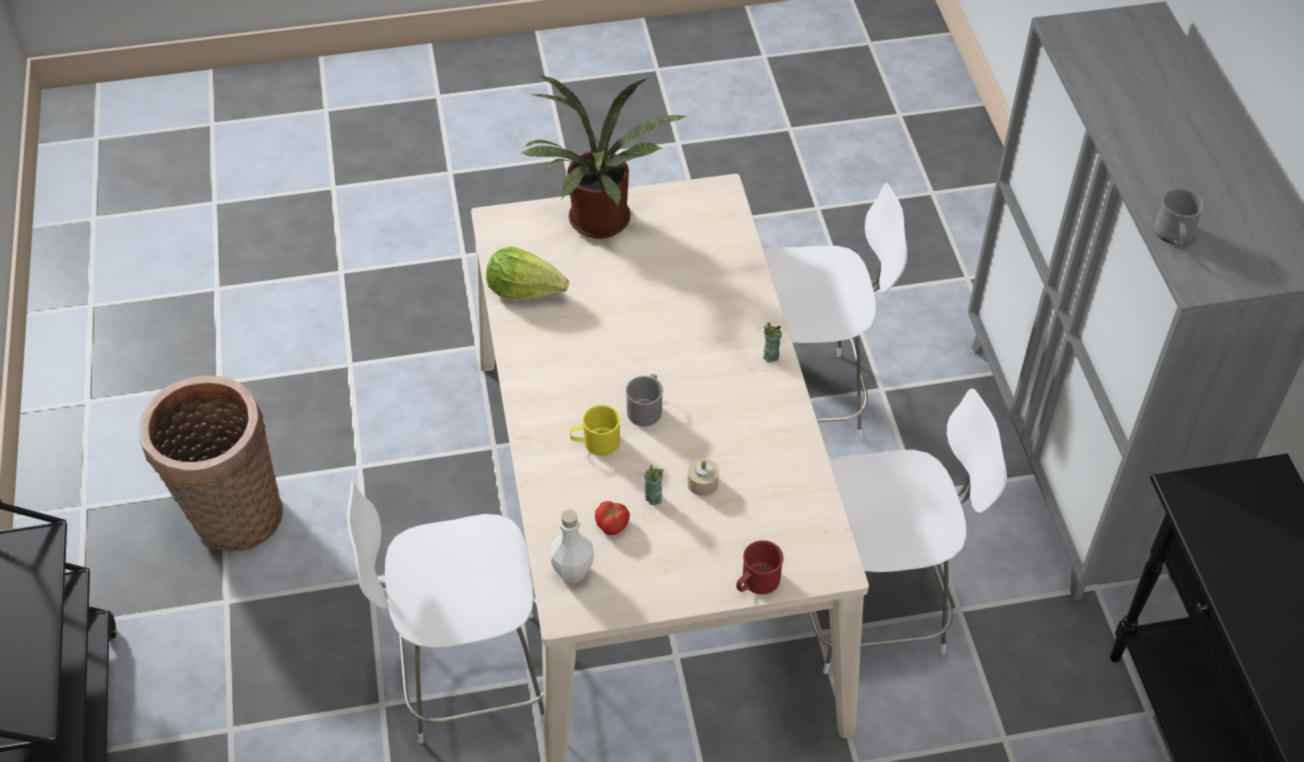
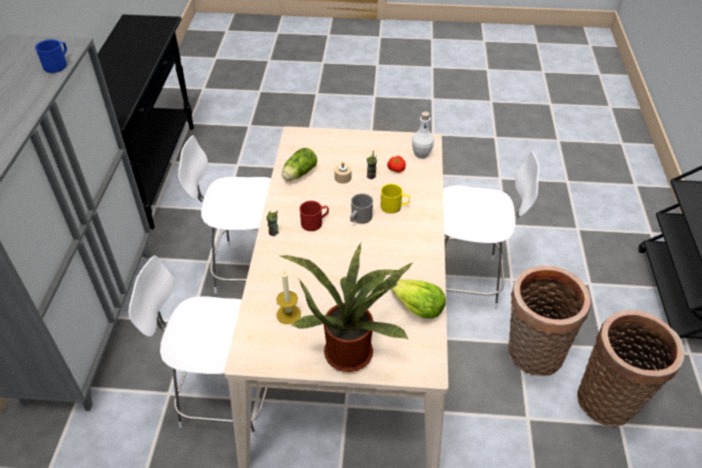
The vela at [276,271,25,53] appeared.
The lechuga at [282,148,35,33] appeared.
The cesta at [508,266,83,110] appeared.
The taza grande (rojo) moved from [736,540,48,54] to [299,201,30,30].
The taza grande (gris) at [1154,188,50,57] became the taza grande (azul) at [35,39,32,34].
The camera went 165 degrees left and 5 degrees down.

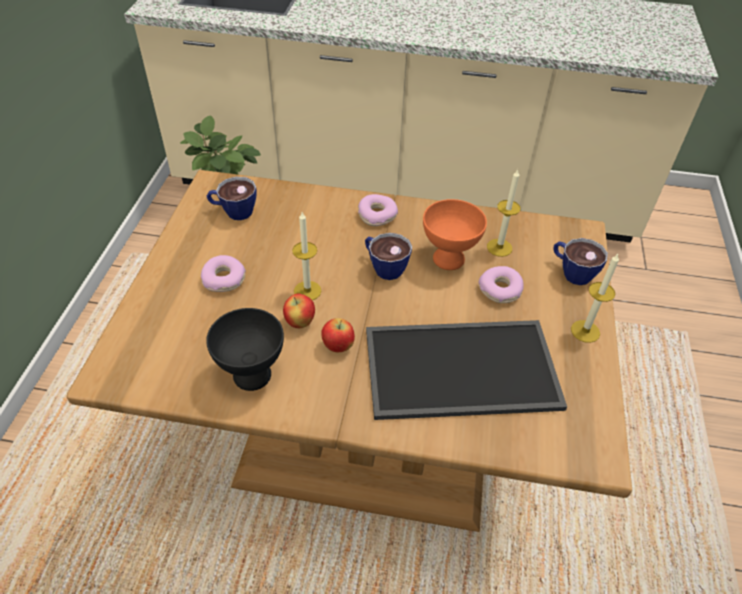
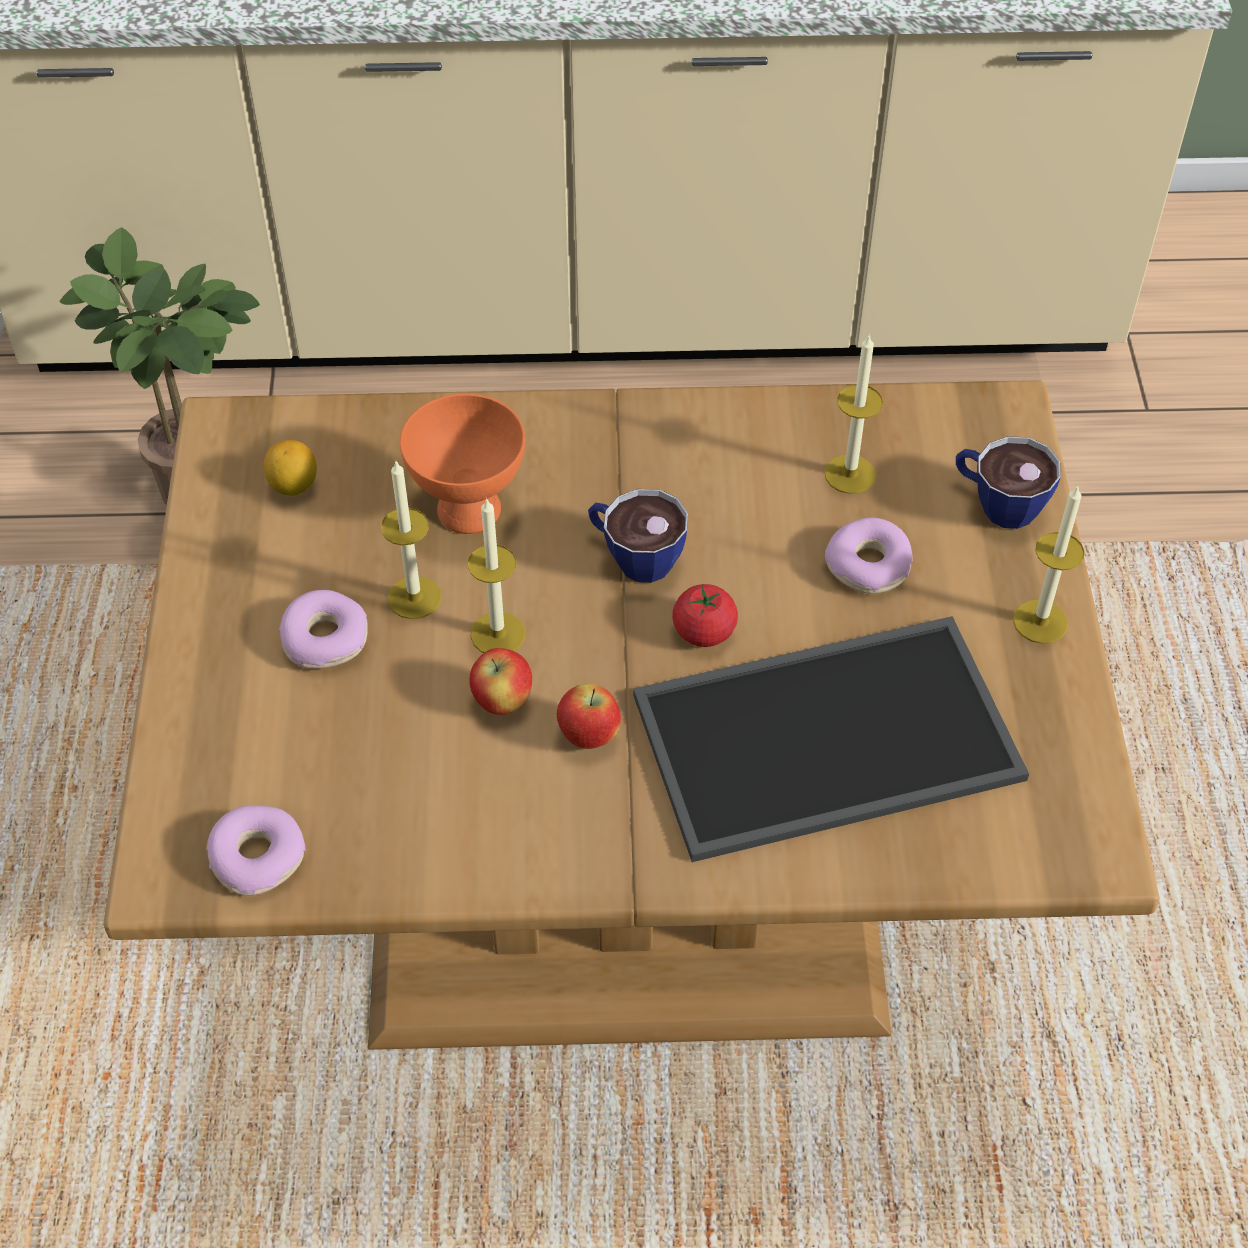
The cuenco (negro) at [206,308,78,83] disappeared.
The vela at [381,462,61,157] appeared.
The tomate at [672,584,66,63] appeared.
The rosquilla moved from [358,194,40,32] to [206,805,100,91].
The cuenco (naranja) moved from [423,199,64,71] to [400,394,125,140].
The taza at [206,177,51,43] was replaced by the limón at [264,440,53,56].
The camera went 10 degrees left and 5 degrees up.

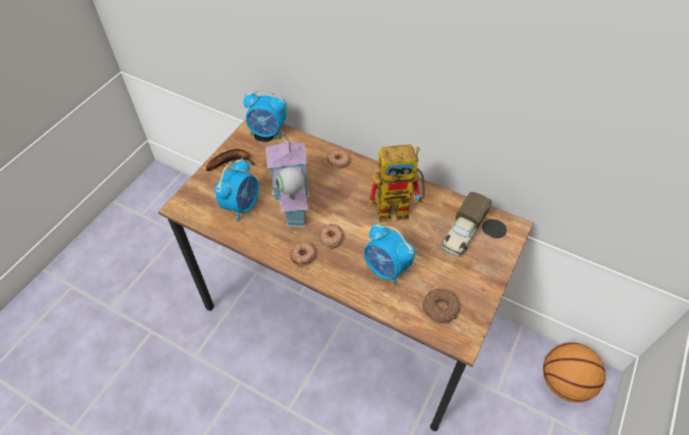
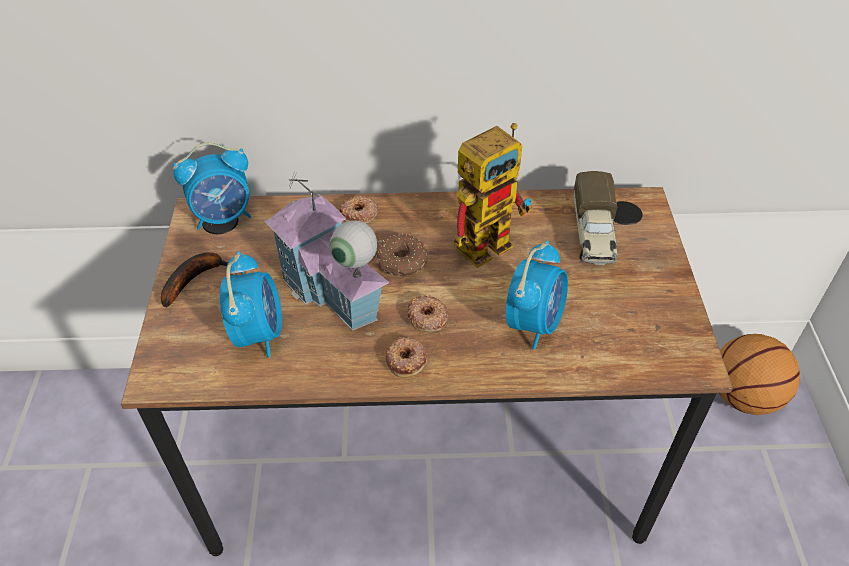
The rosquilla moved from [422,288,38,35] to [376,234,51,43].
The despertador at [364,223,51,62] turned 75 degrees counterclockwise.
The camera went 30 degrees left and 5 degrees down.

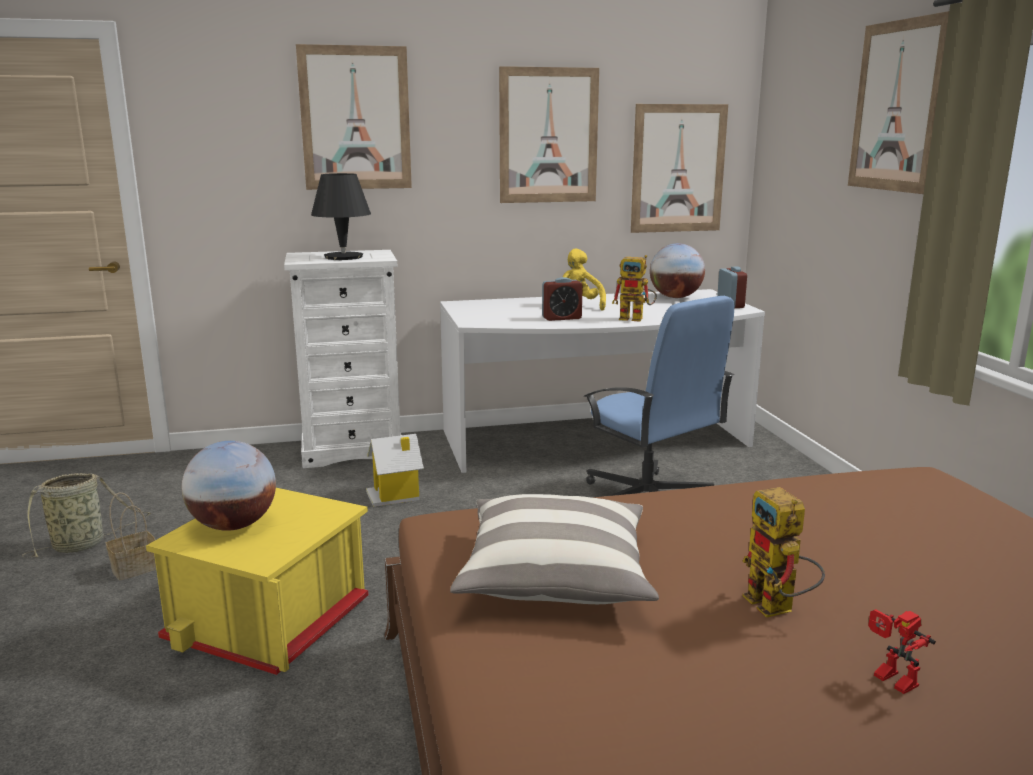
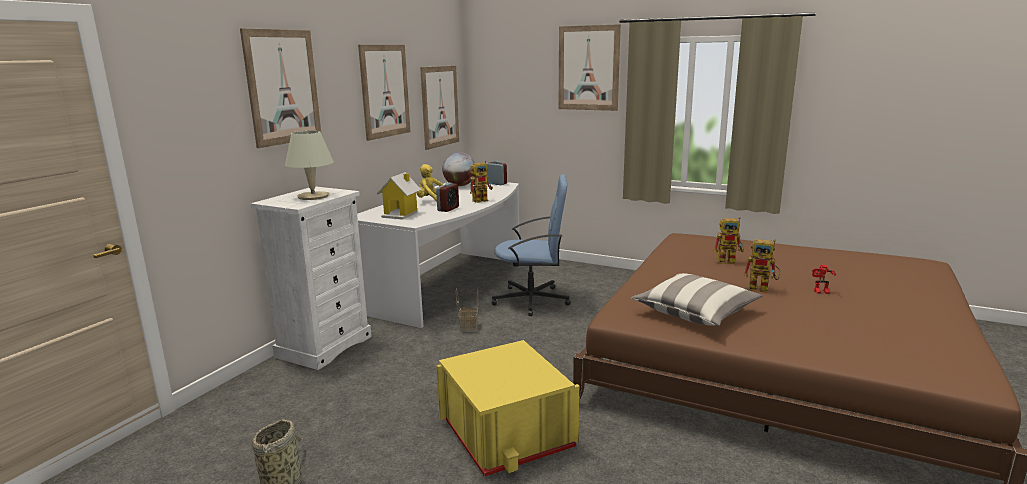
The globo terráqueo at [182,441,94,90] disappeared.
The robot de juguete at [713,217,31,47] appeared.
The cesta moved from [106,492,50,88] to [456,288,22,44].
The casita moved from [366,434,58,73] to [377,172,44,48].
The lámpara de mesa (negro) at [311,173,60,87] became the lámpara de mesa (beis) at [285,131,49,69].
The camera went 50 degrees left and 0 degrees up.

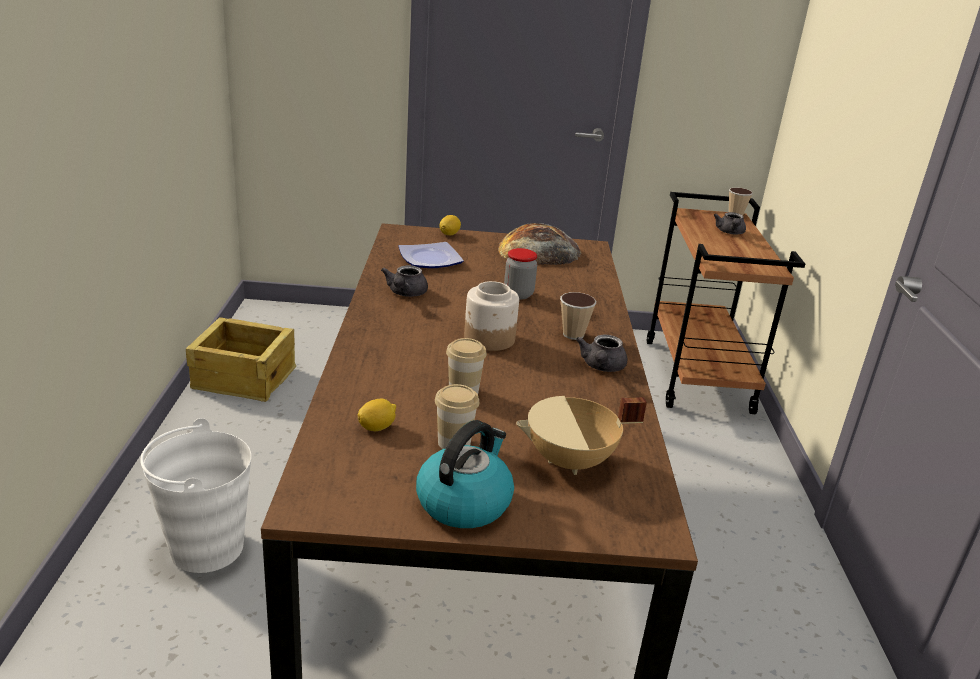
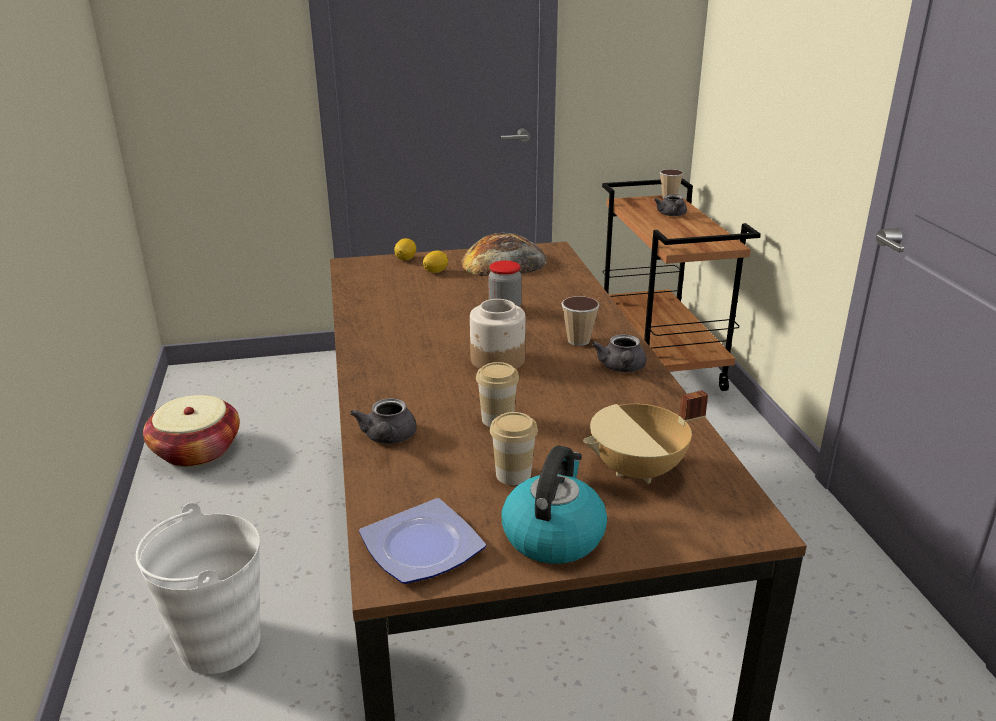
The limón moved from [358,399,38,32] to [423,251,25,22].
The tetera (gris) moved from [381,265,47,32] to [350,398,67,46].
The plato moved from [398,242,66,26] to [359,498,127,86].
The caja de embalaje at [186,317,110,85] was replaced by the cesta at [143,395,97,72].
The camera went 10 degrees left and 0 degrees up.

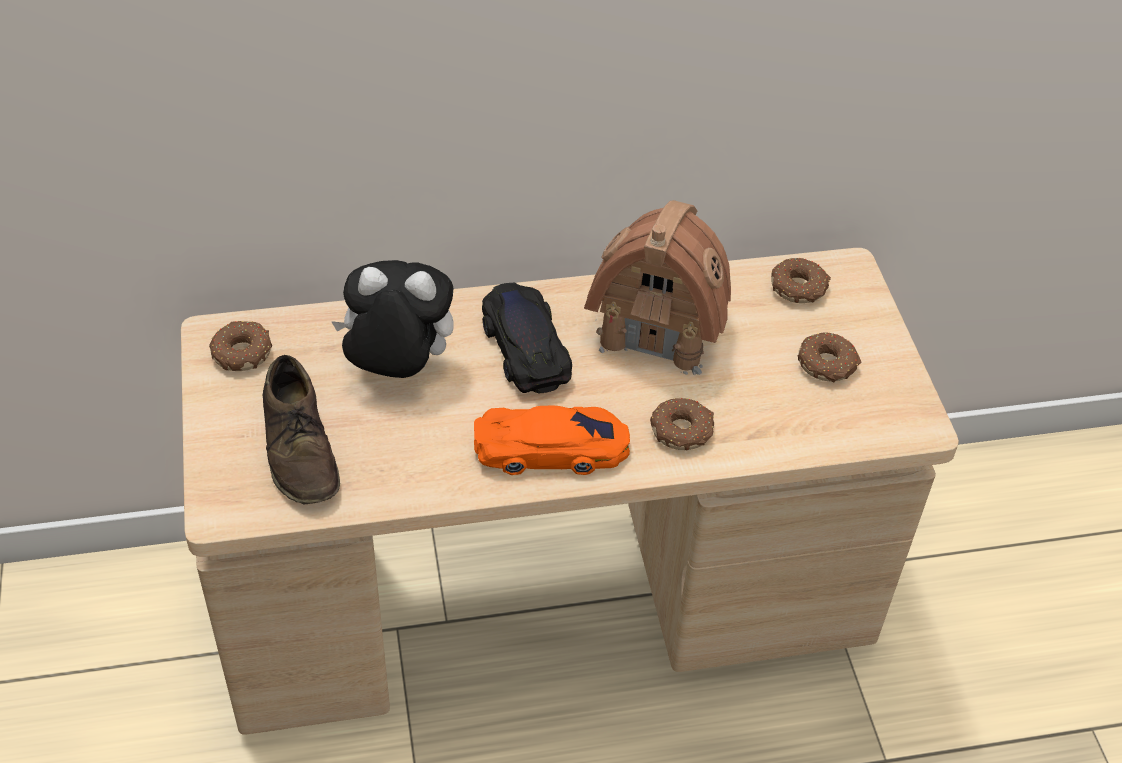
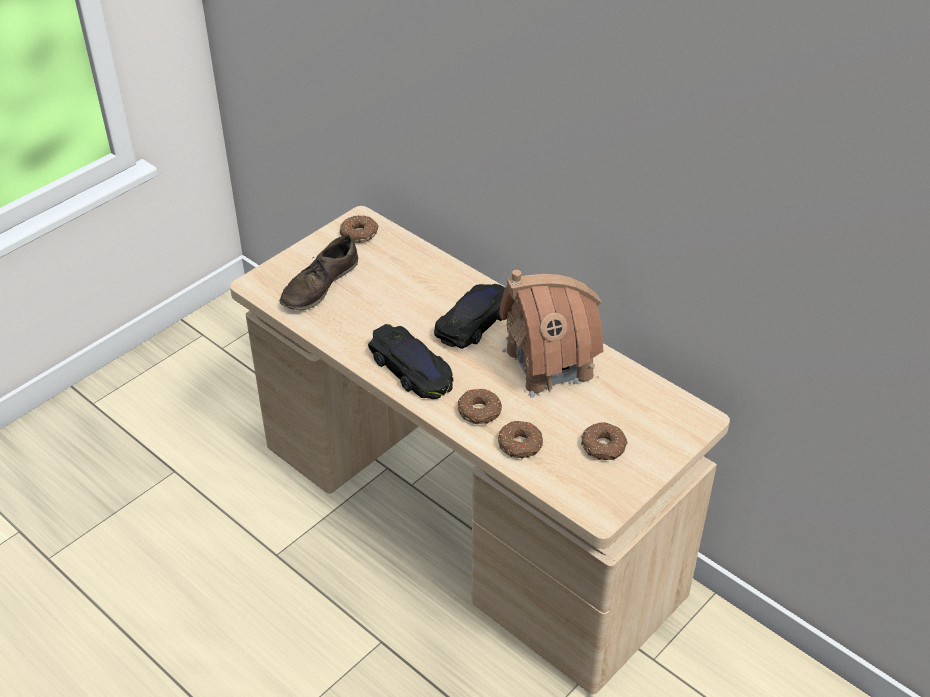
The peluche at [331,260,123,118] disappeared.
The rosquilla moved from [771,258,60,45] to [498,421,45,38].
The coche de juguete (naranja) at [474,406,156,69] became the coche de juguete (negro) at [368,324,85,75].
The camera went 55 degrees right and 5 degrees down.

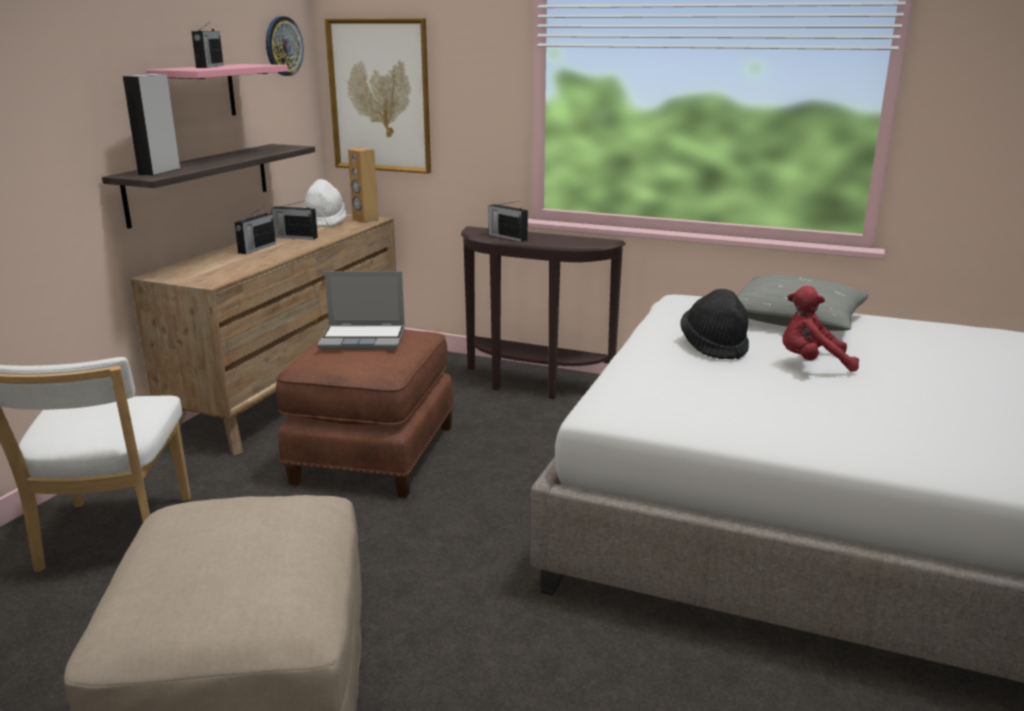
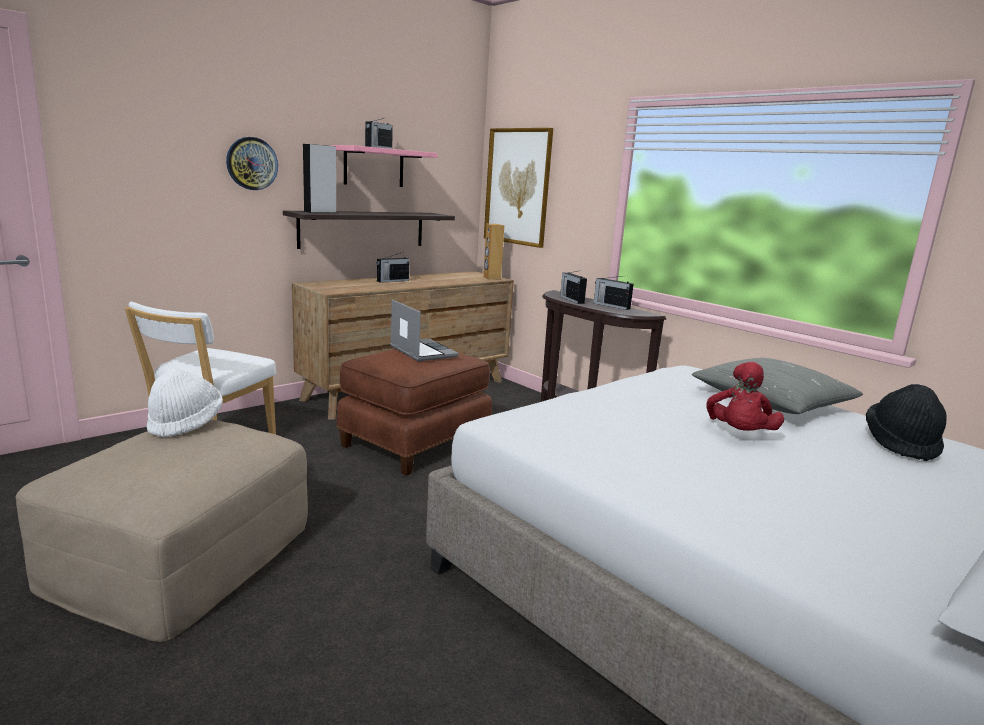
The reloj de pared moved from [266,16,38,60] to [226,137,52,53].
The radio moved from [271,201,47,39] to [594,276,40,34].
The sombrero (blanco) moved from [304,179,42,48] to [147,368,76,70].
The sombrero (negro) moved from [680,289,69,70] to [866,384,81,77].
The portátil at [317,271,88,79] turned 150 degrees counterclockwise.
The peluche (rojo) at [783,286,76,86] turned 105 degrees counterclockwise.
The camera went 25 degrees right and 5 degrees down.

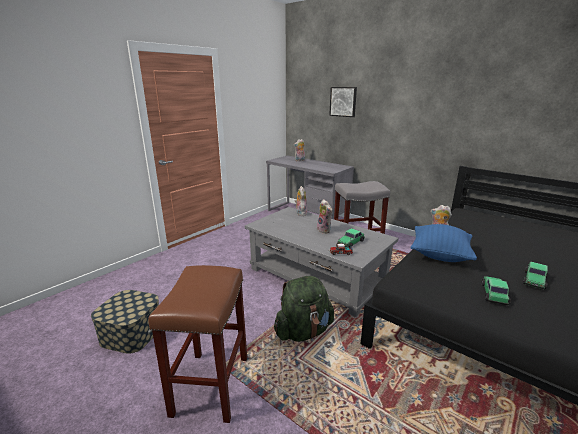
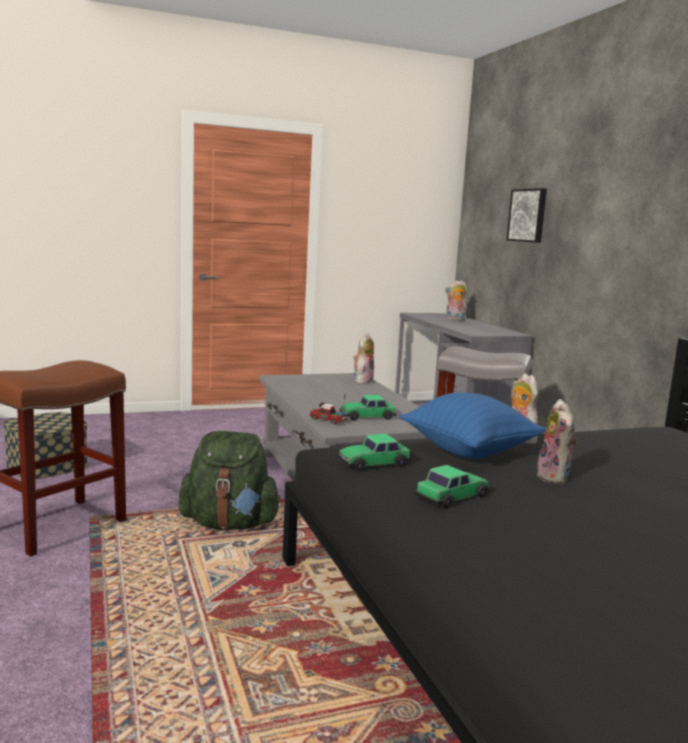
The peluche moved from [317,199,15,34] to [537,399,41,85].
The coche de juguete moved from [523,262,25,27] to [338,434,73,36].
The camera went 30 degrees right and 10 degrees down.

